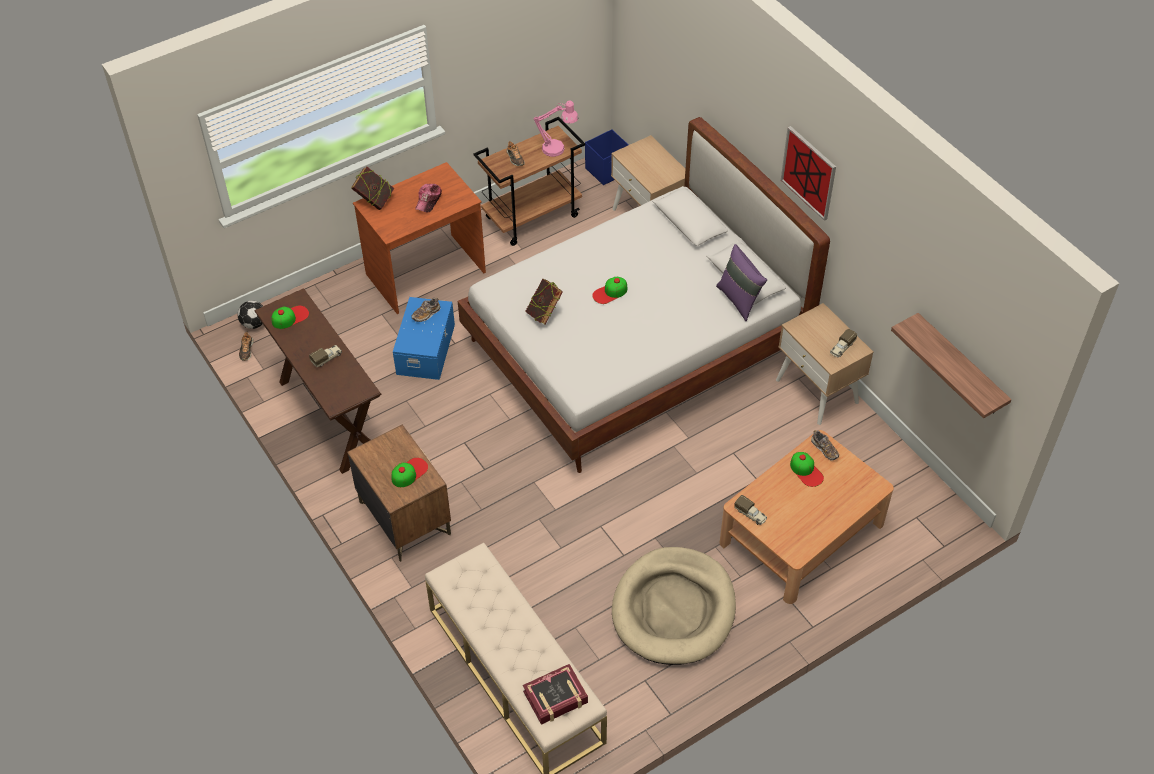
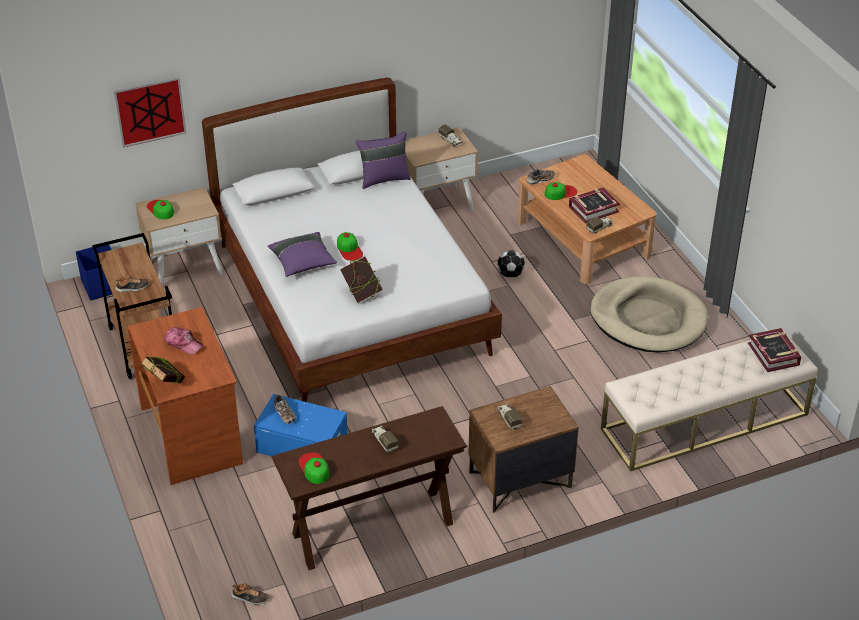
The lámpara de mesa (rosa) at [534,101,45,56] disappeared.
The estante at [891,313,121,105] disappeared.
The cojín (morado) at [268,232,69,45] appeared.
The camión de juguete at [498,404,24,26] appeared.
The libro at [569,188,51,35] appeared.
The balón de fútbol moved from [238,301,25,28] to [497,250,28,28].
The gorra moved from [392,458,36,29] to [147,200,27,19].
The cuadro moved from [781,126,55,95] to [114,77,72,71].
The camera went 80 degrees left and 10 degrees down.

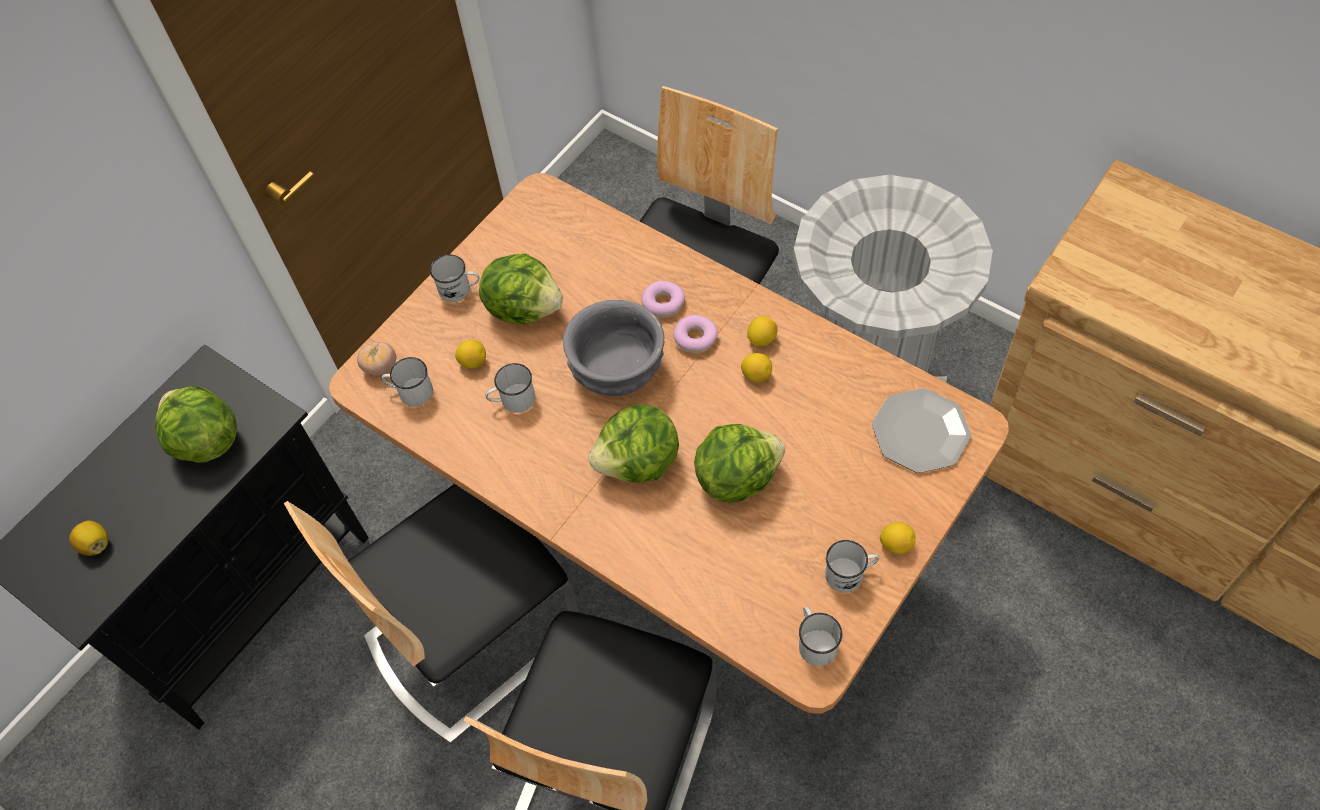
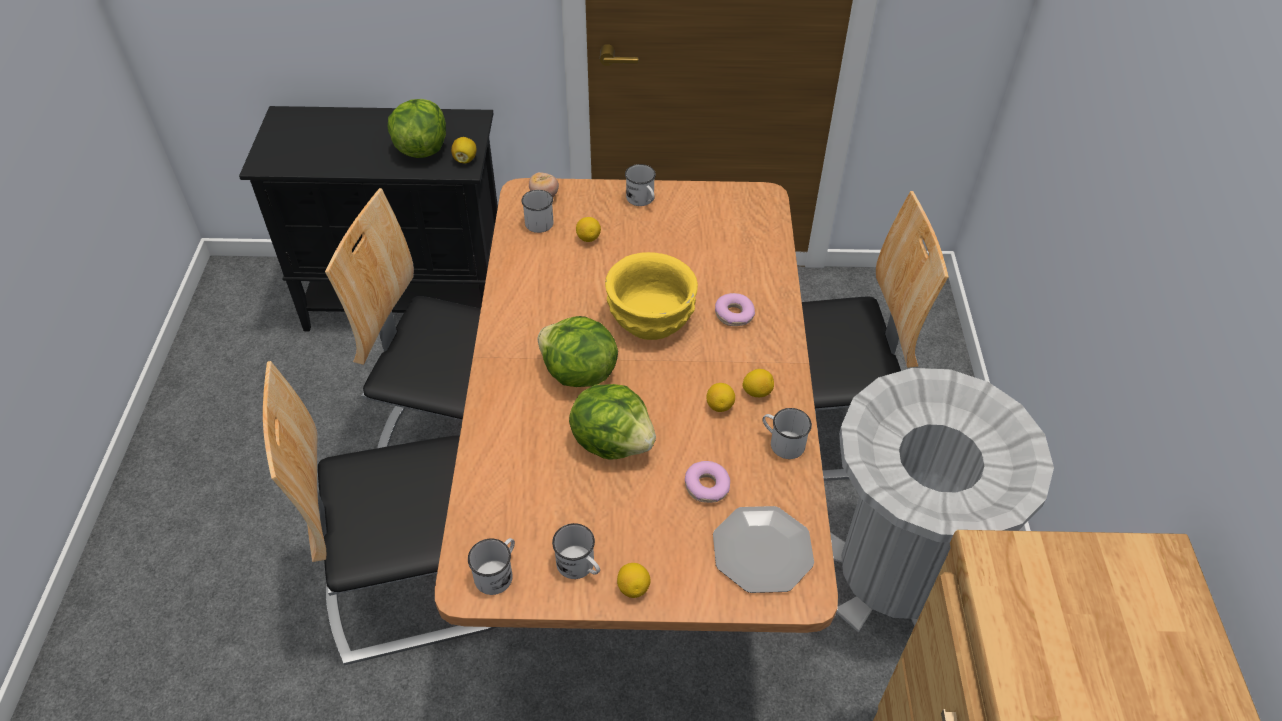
The lechuga at [479,254,84,71] disappeared.
The limón moved from [69,521,39,35] to [451,137,26,26].
The taza grande (blanco) moved from [485,363,50,50] to [762,408,50,51].
The rosquilla moved from [673,315,45,38] to [685,461,45,42].
The cuenco (gris) at [563,300,101,96] became the cuenco (amarillo) at [605,252,93,88].
The camera went 50 degrees right and 10 degrees down.

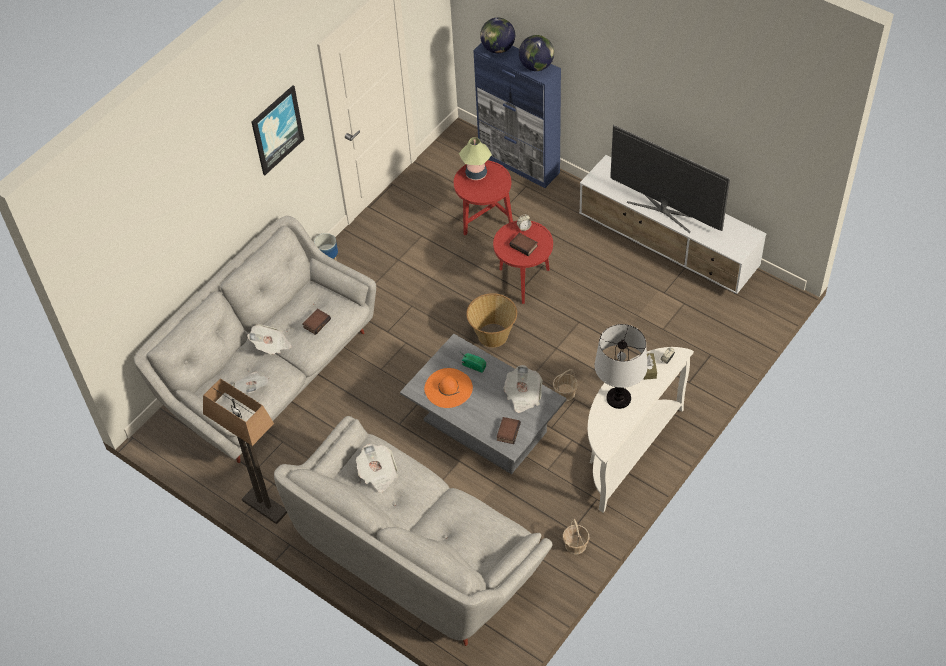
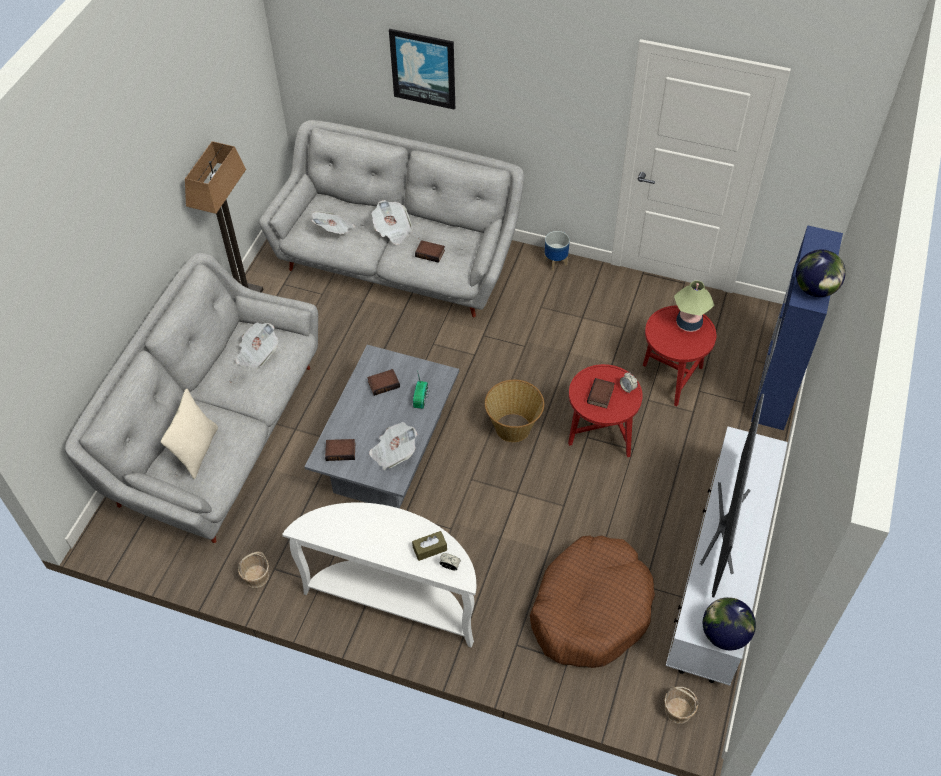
The lámpara de mesa at [594,324,54,85] disappeared.
The cojín (beis) at [161,388,57,91] appeared.
The cama para perro (marrón) at [530,535,125,133] appeared.
The cuadro moved from [252,85,52,90] to [389,29,66,81].
The globo terráqueo moved from [480,18,35,35] to [703,597,53,53].
The cesta moved from [553,369,25,32] to [664,686,34,38].
The sombrero (naranja) at [424,368,49,40] was replaced by the libro at [367,369,33,27].
The camera went 70 degrees right and 0 degrees up.

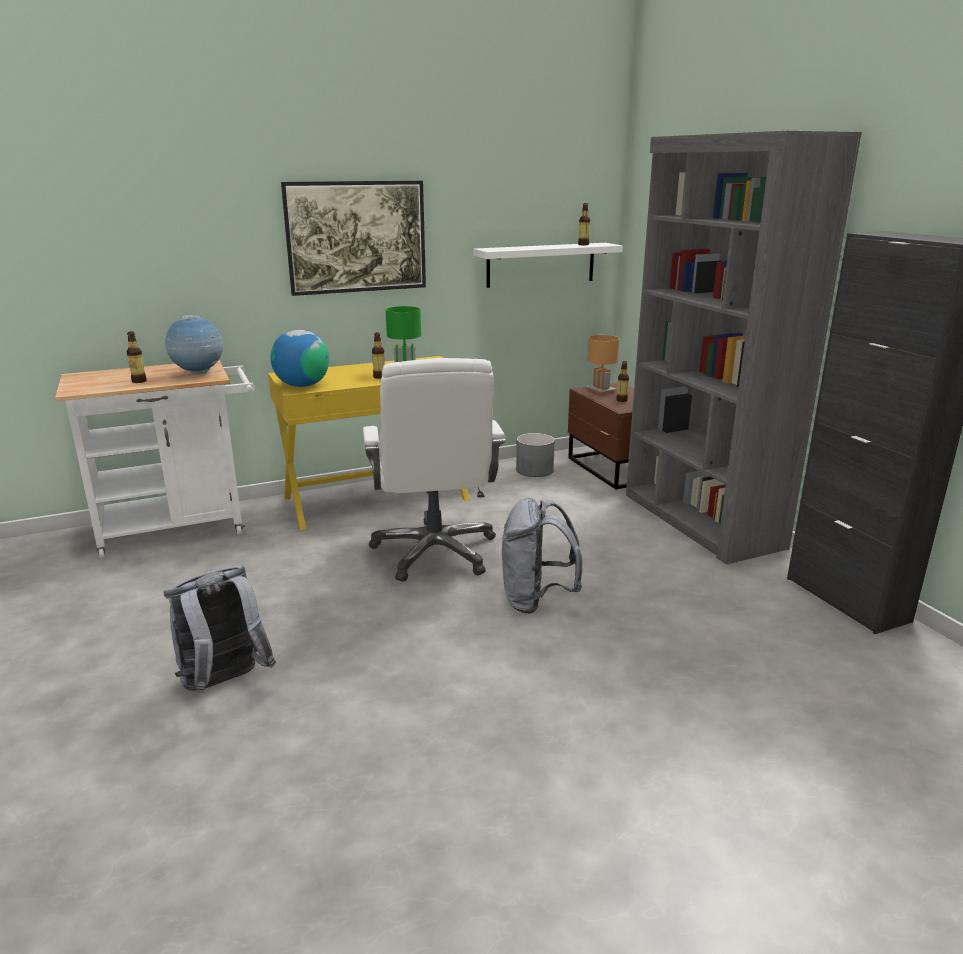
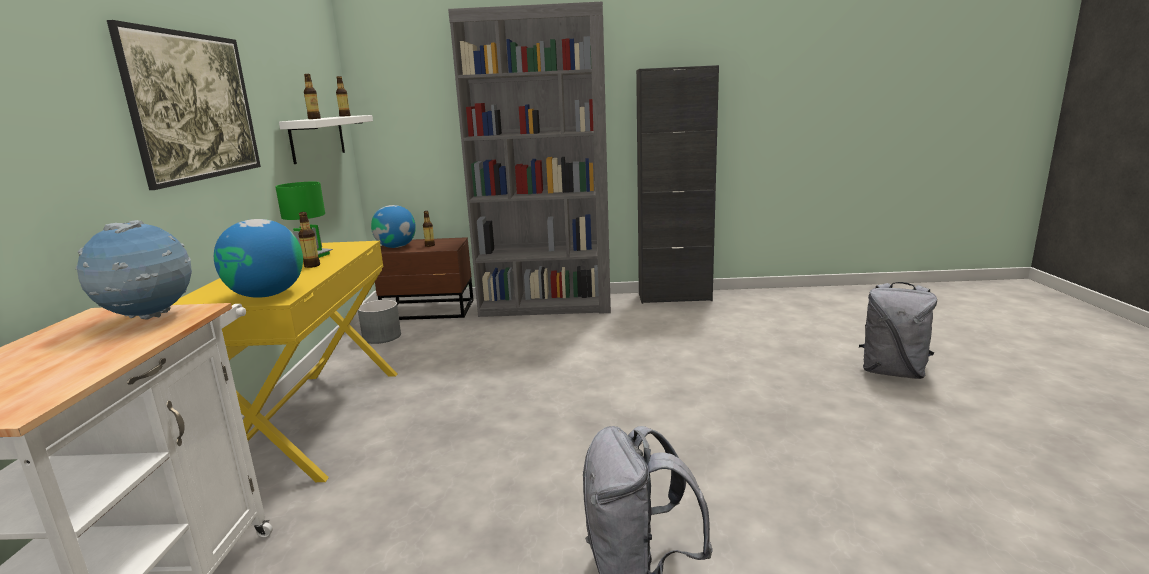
The silla de oficina (blanco) at [363,358,143,224] disappeared.
The botella moved from [127,331,20,52] to [304,74,17,45].
The mochila (gris) moved from [502,498,81,116] to [859,282,78,97].
The lámpara de mesa (marrón) at [586,335,33,60] was replaced by the globo terráqueo at [371,205,45,43].
The camera went 65 degrees left and 5 degrees down.

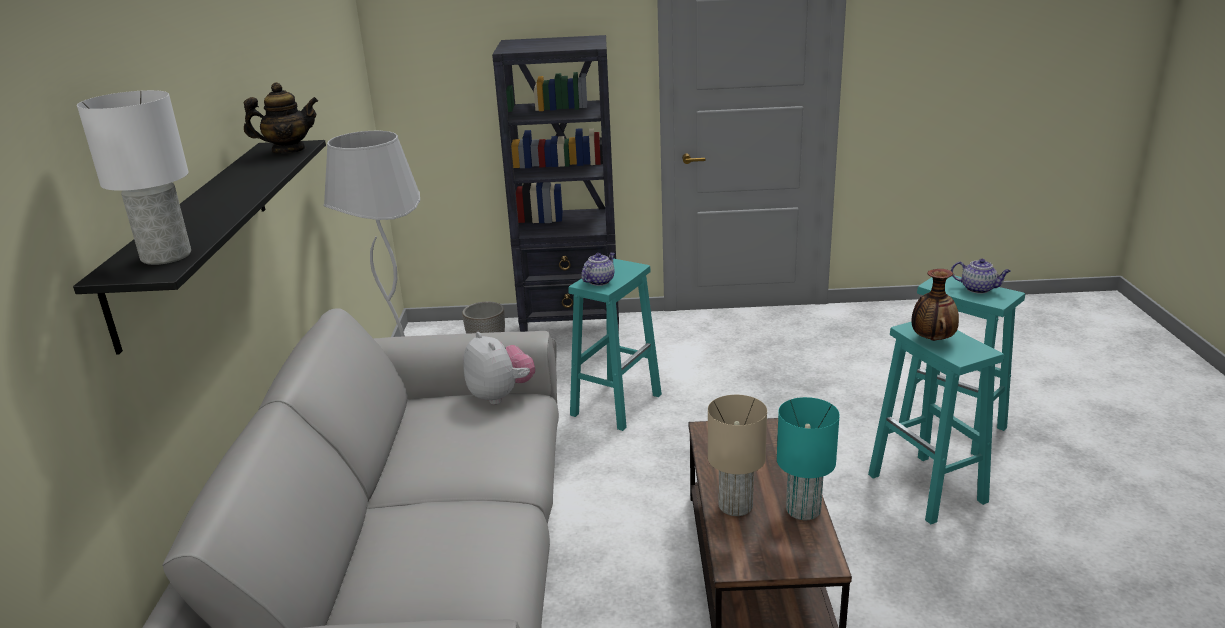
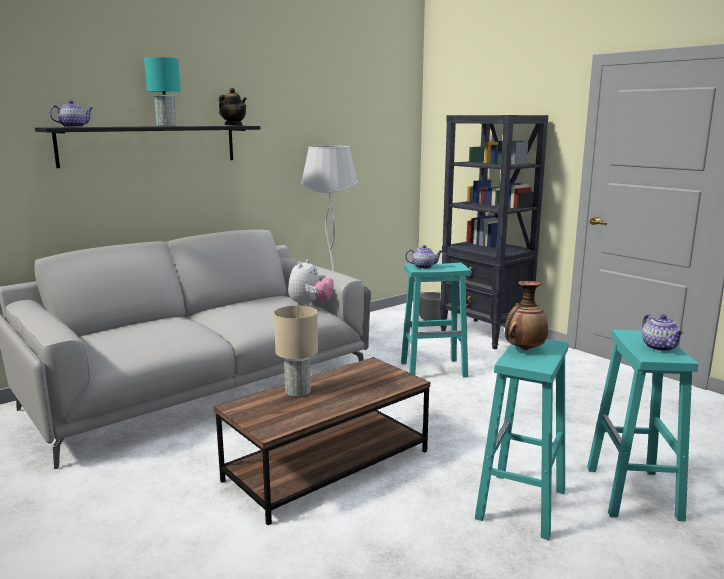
The lámpara de mesa (turquesa) moved from [777,397,63,123] to [144,57,37,69].
The lámpara de mesa (blanco) at [77,90,114,175] was replaced by the tetera at [49,100,44,27].
The camera went 50 degrees right and 10 degrees down.

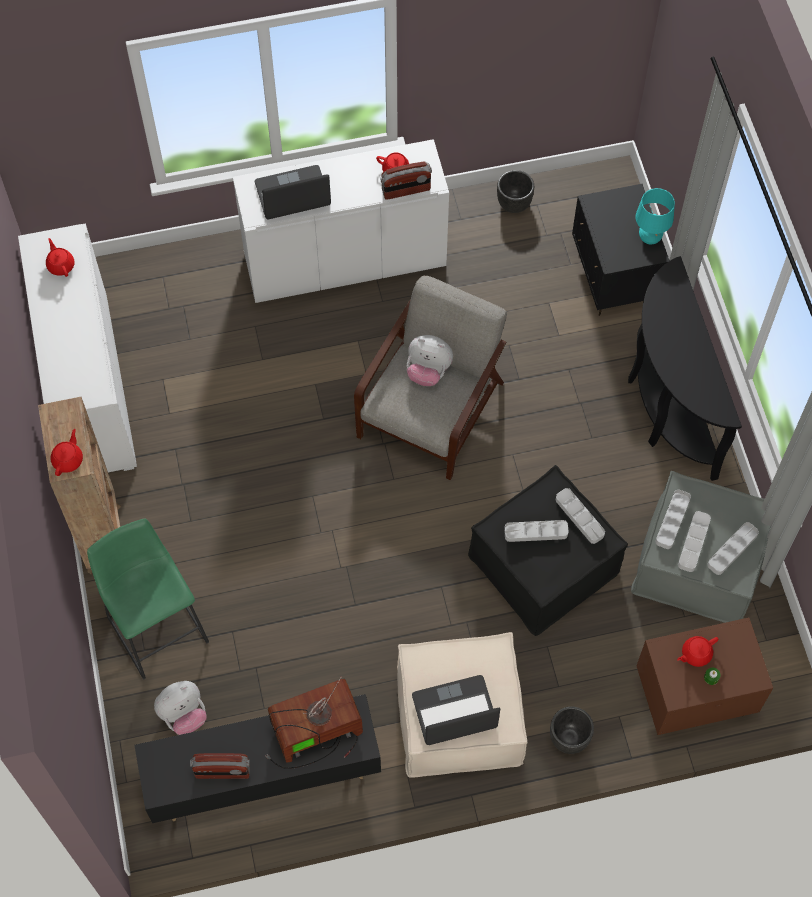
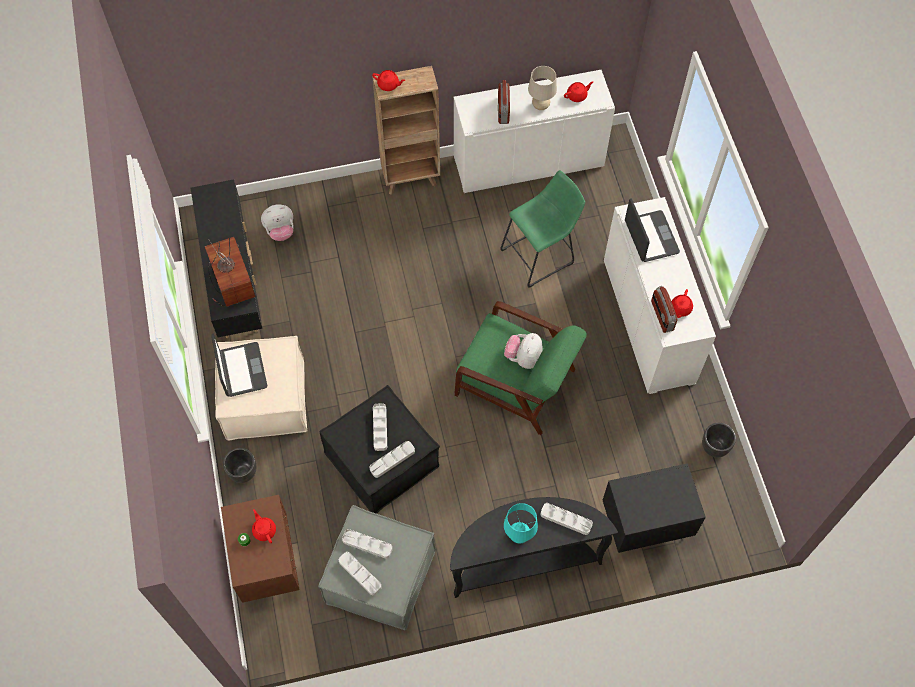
The lámpara de mesa (beis) at [528,66,29,44] appeared.
The taburete (verde) moved from [87,519,122,161] to [500,170,85,118].
The radio moved from [190,753,60,26] to [498,80,12,44].
The lámpara de mesa (turquesa) moved from [635,188,40,56] to [504,503,34,41].
The bandeja (gris) moved from [655,489,36,60] to [540,503,53,32].
The sillón (gris) at [354,275,153,205] became the sillón (verde) at [454,301,133,134].
The peluche at [154,681,52,54] turned 75 degrees counterclockwise.
The camera went 90 degrees right and 0 degrees up.

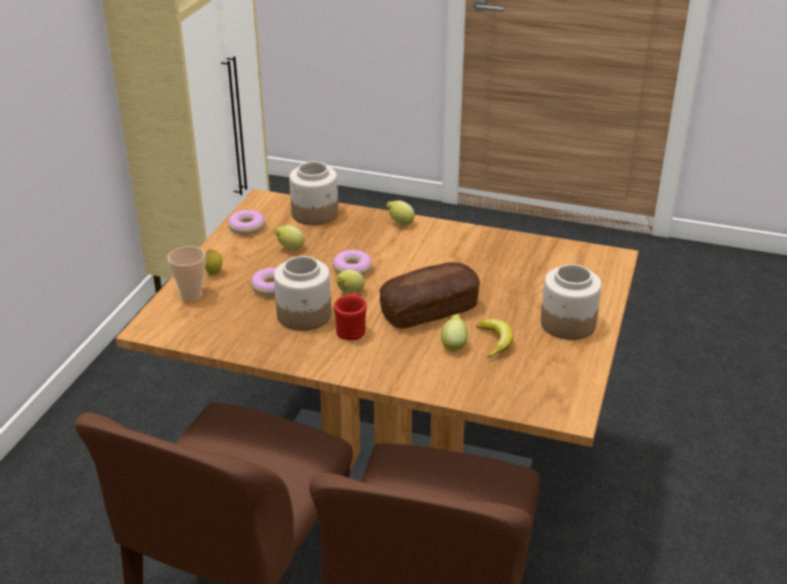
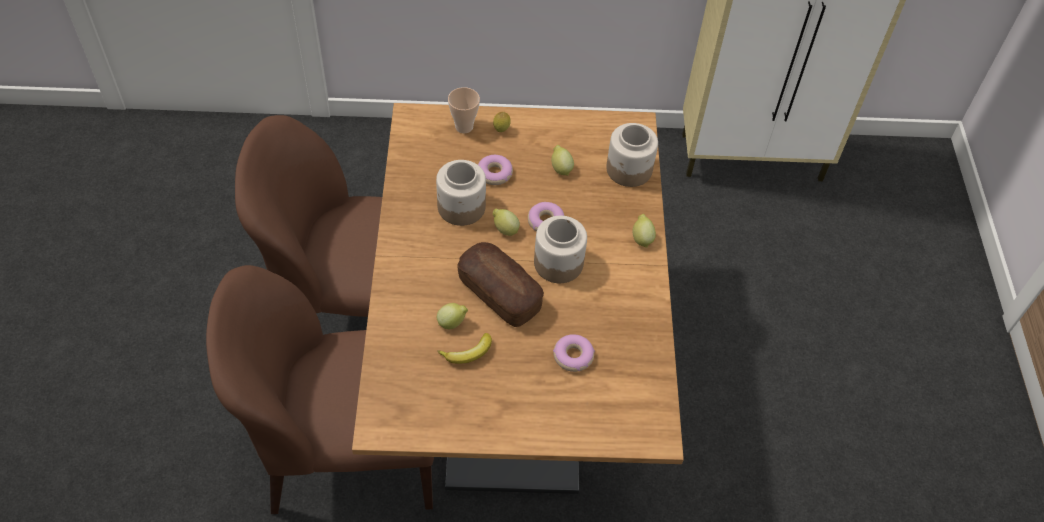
The taza grande (rojo) at [334,292,33,48] disappeared.
The rosquilla moved from [228,210,37,25] to [553,334,42,38].
The tarro moved from [541,264,61,76] to [534,216,53,67].
The camera went 70 degrees right and 20 degrees up.

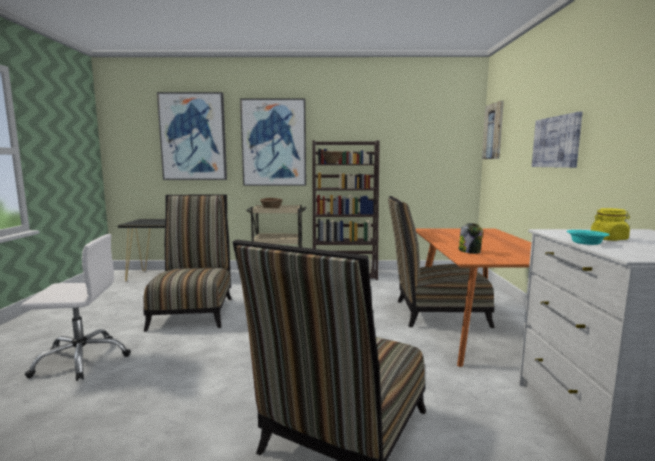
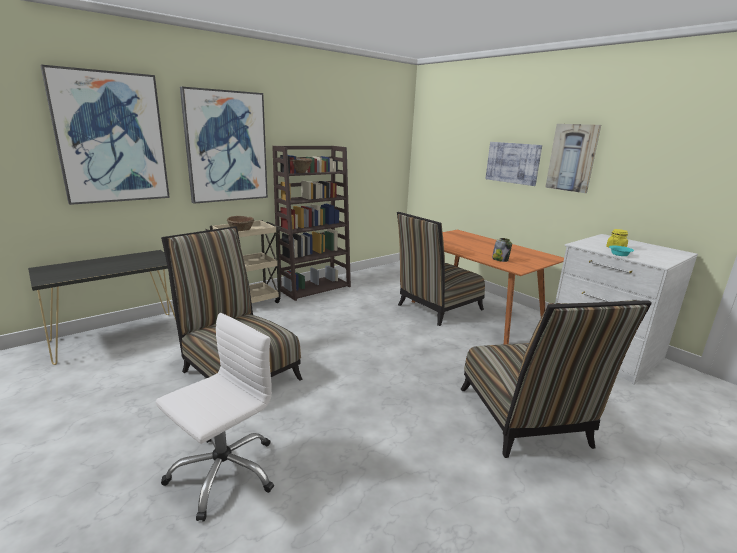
The cuadro moved from [482,101,22,58] to [545,124,56,69].
The camera went 40 degrees left and 10 degrees up.

